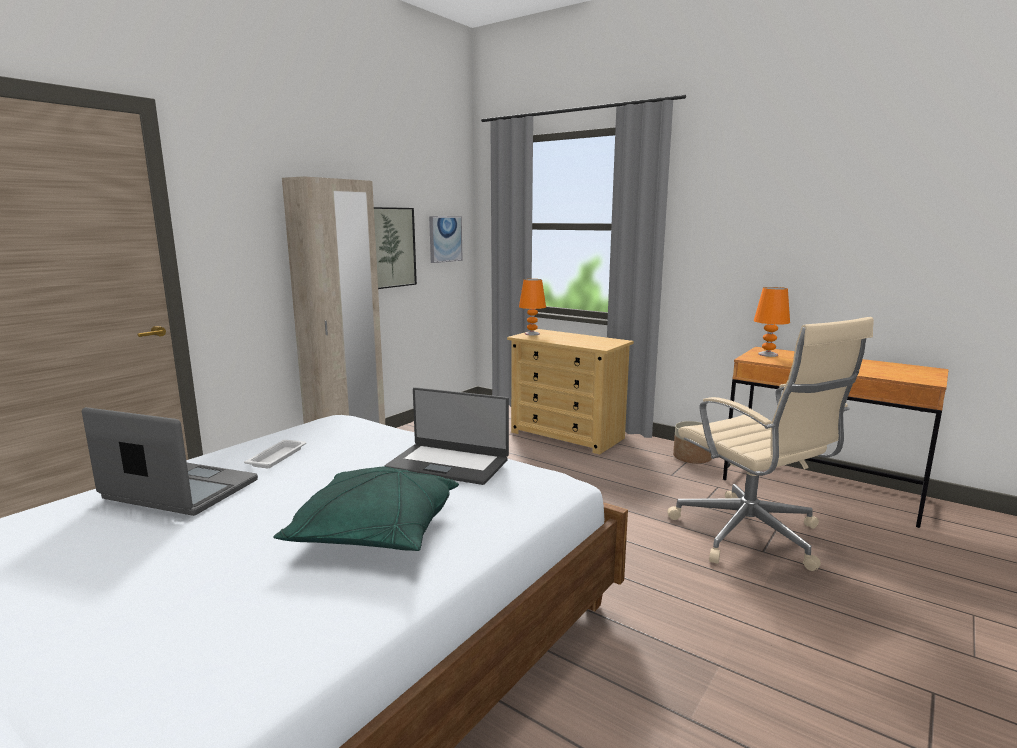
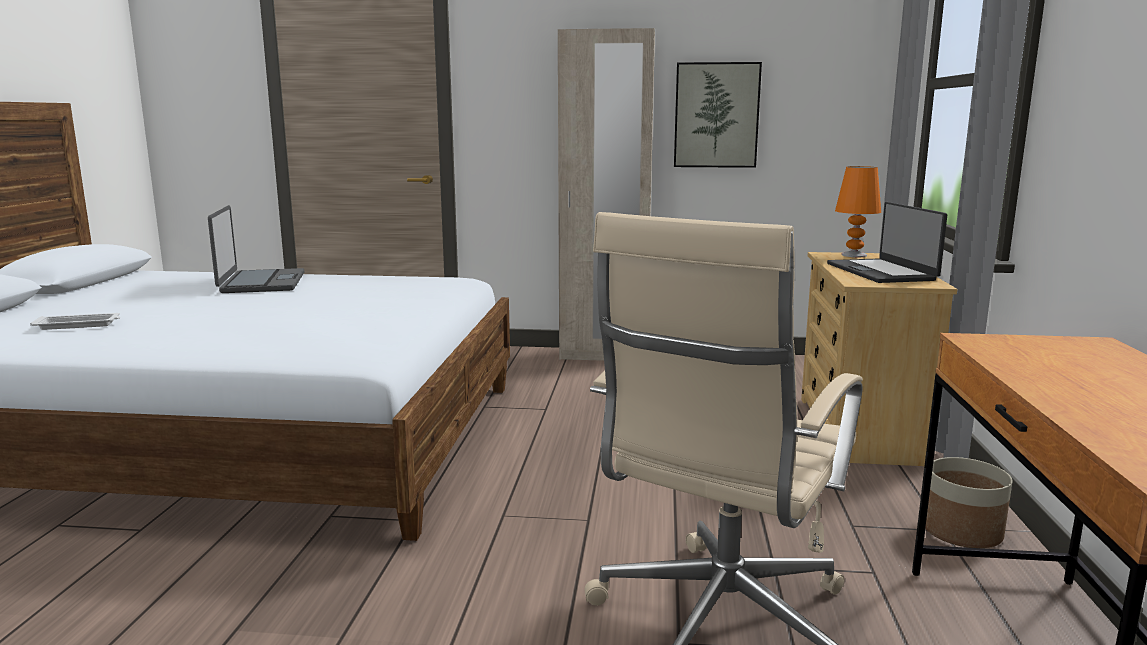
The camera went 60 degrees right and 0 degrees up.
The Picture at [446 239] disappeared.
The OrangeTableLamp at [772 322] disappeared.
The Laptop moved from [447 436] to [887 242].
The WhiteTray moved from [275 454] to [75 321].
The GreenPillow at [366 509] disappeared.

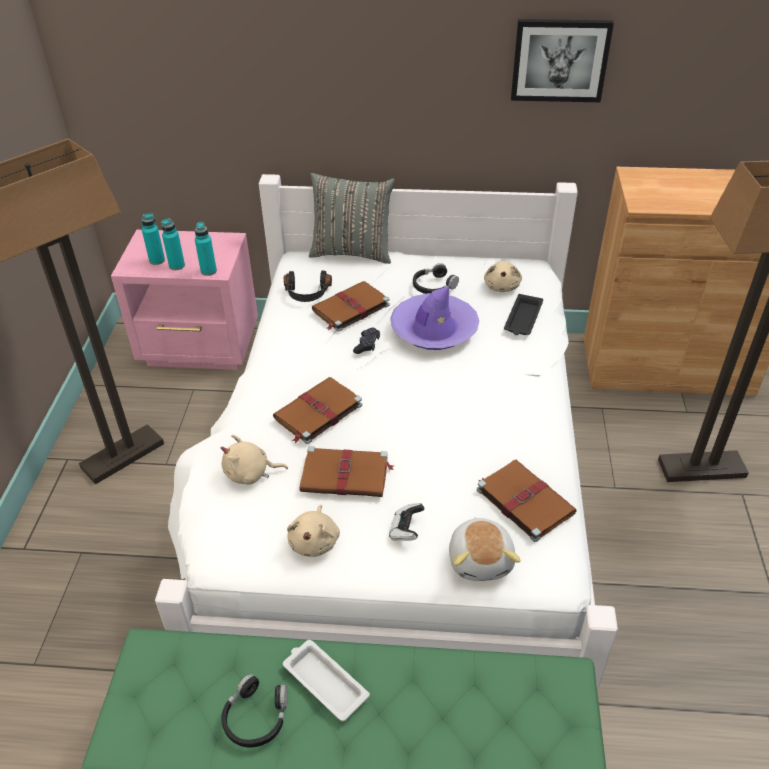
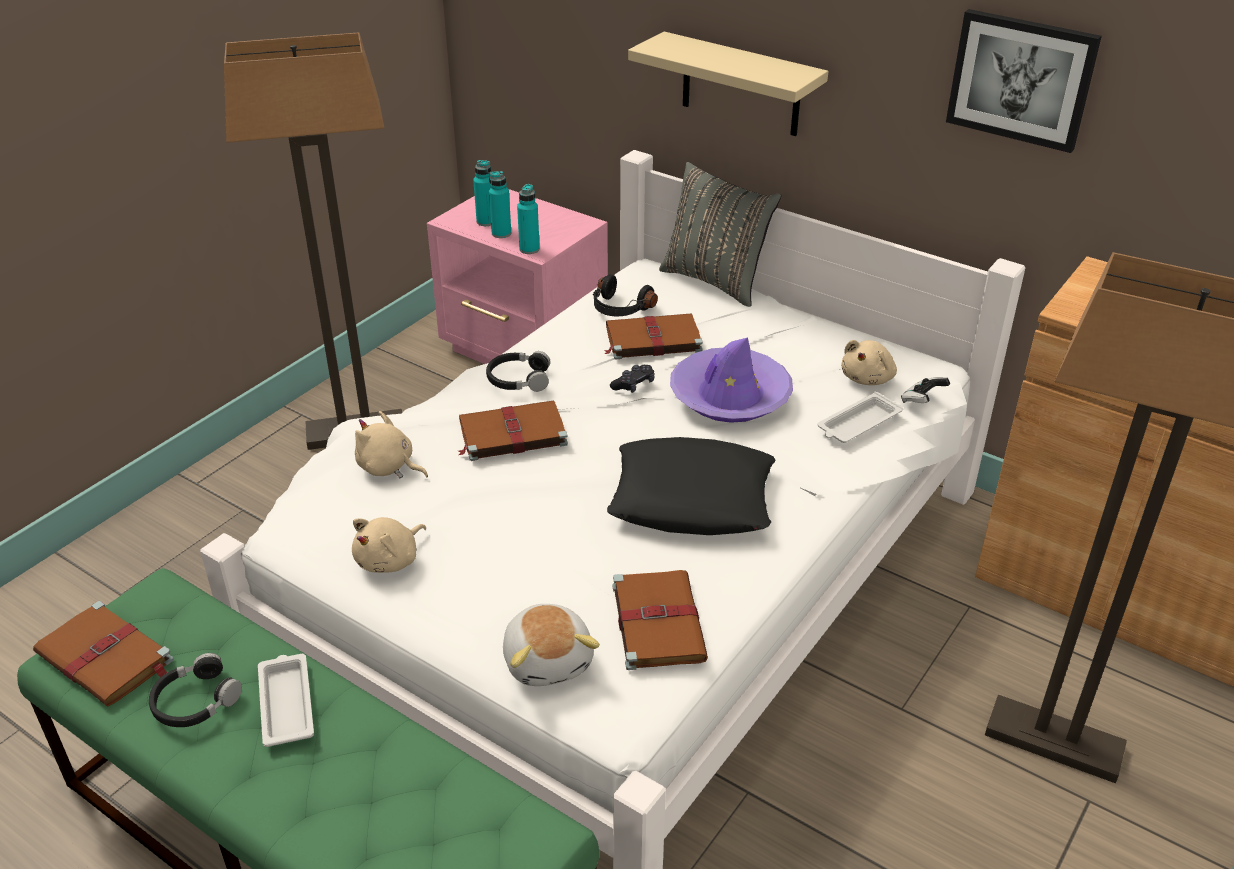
The camera went 30 degrees right and 5 degrees down.
The BlackHeadphones moved from [436 278] to [518 371].
The BlackTray at [523 314] became the WhiteTray at [860 417].
The BrownBook moved from [347 471] to [103 654].
The GameController moved from [406 522] to [925 390].
The PlushToy at [485 549] turned 45 degrees counterclockwise.
The BeigeShelf at [728 84] appeared.
The BlackPillow at [691 486] appeared.

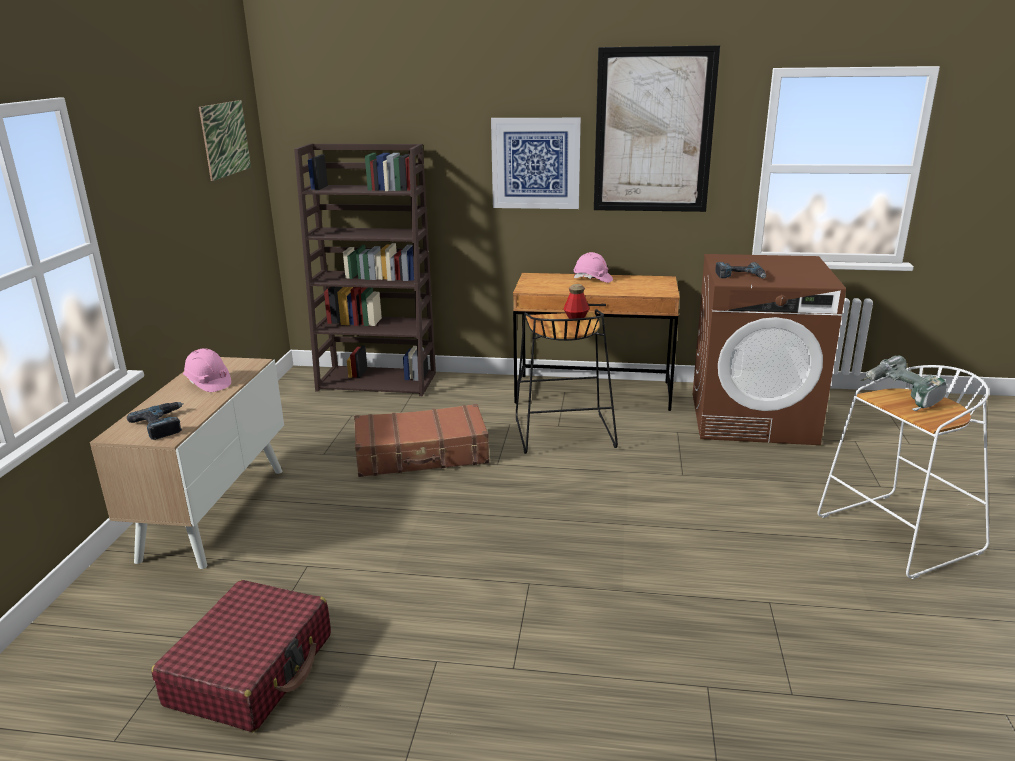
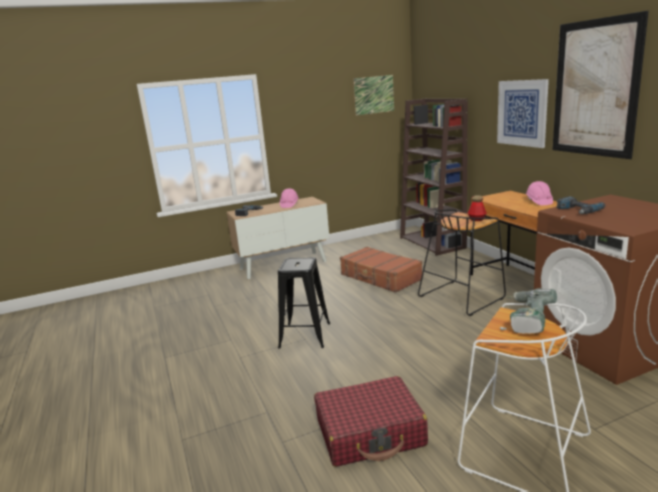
The camera went 60 degrees right and 5 degrees down.
The RedSuitcase moved from [241 656] to [371 421].
The BlackStool at [304 302] appeared.

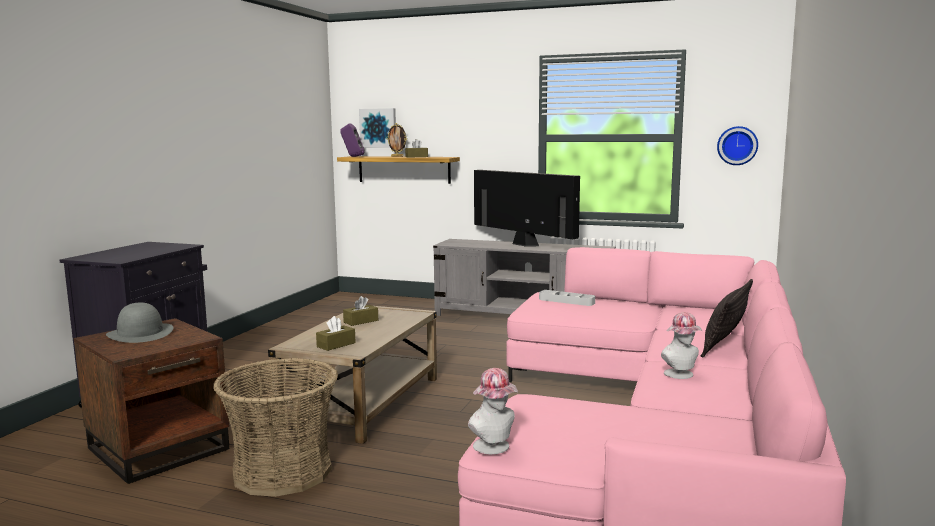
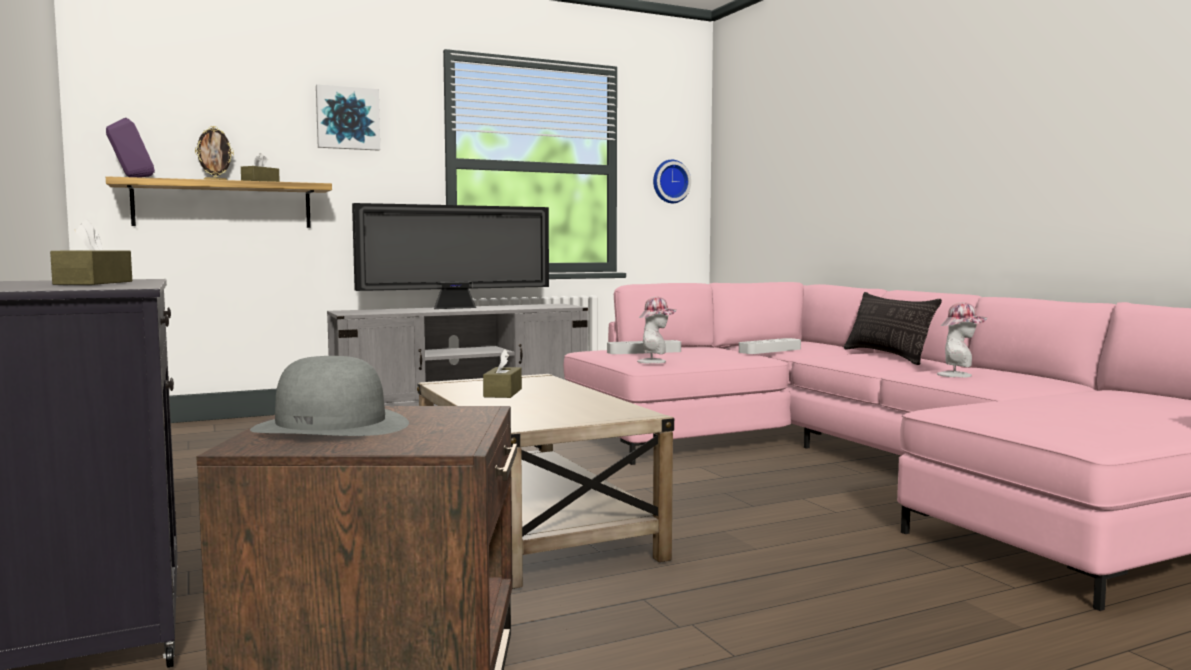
The camera went 45 degrees left and 5 degrees down.
The Picture moved from [377 127] to [348 117].
The Television at [527 208] turned 150 degrees clockwise.
The BrownTissueBox moved from [336 333] to [91 252].
The Basket at [275 427] disappeared.
The Hat moved from [493 411] to [657 330].
The GreyTray at [770 346] appeared.

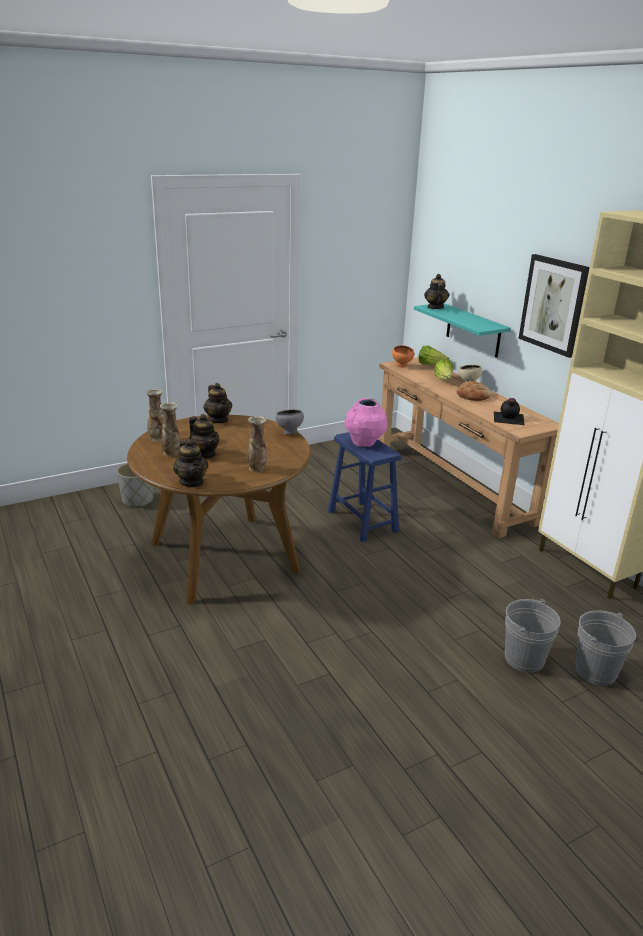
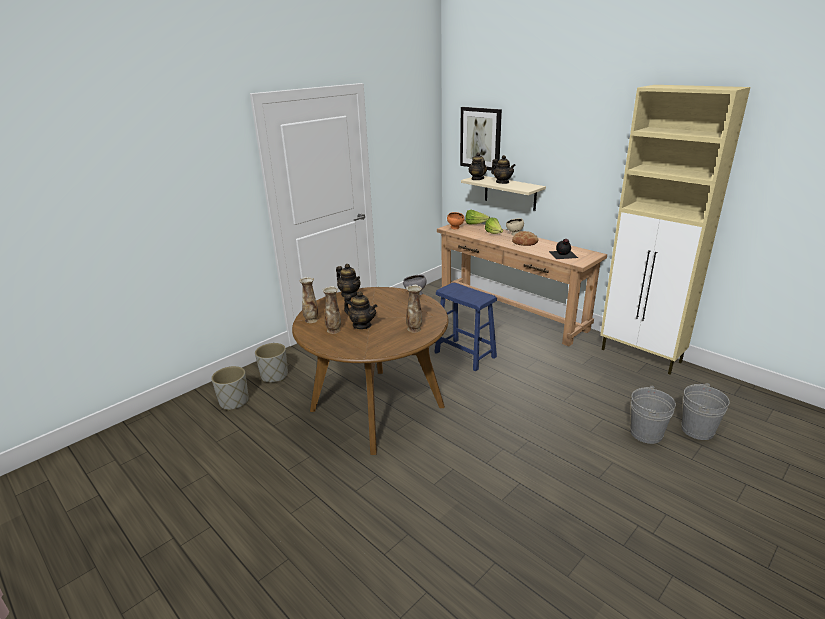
The camera went 15 degrees left and 0 degrees up.
The Picture moved from [554 306] to [481 139].
The TurquoiseShelf at [462 330] became the BeigeShelf at [503 193].
The PinkVase at [365 422] disappeared.
The Teapot moved from [190 463] to [503 169].
The GreyPlanter at [230 388] appeared.

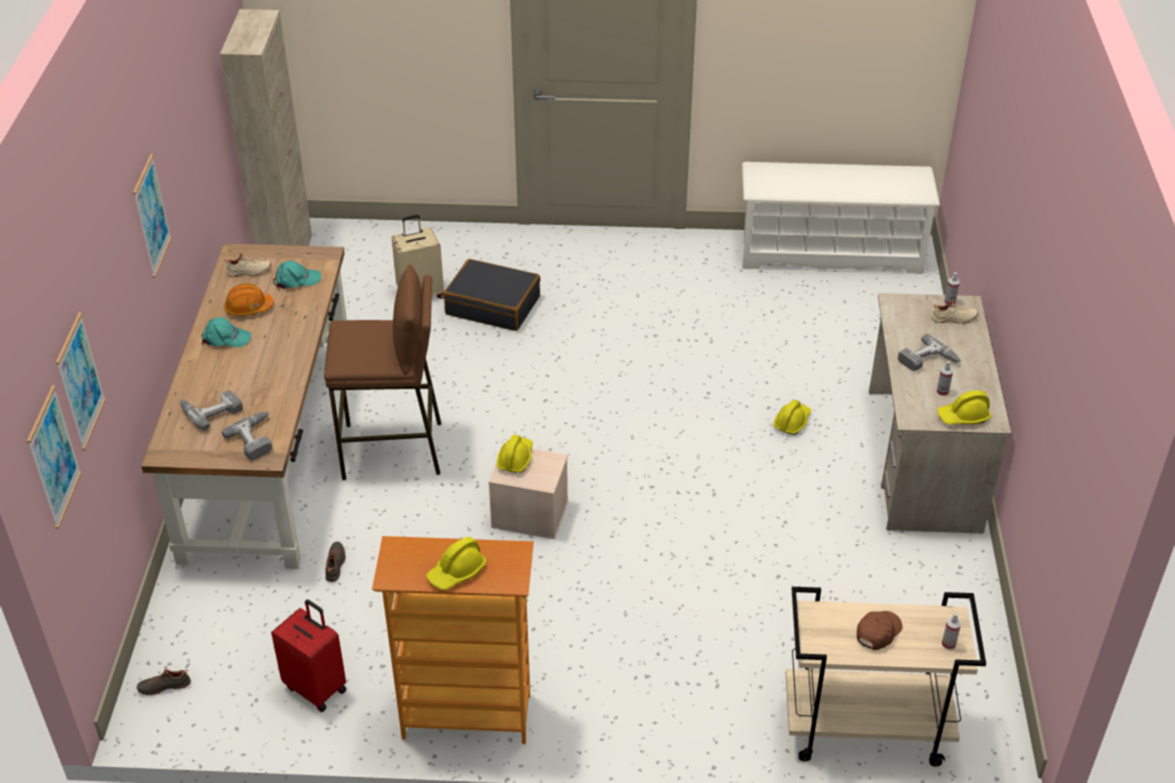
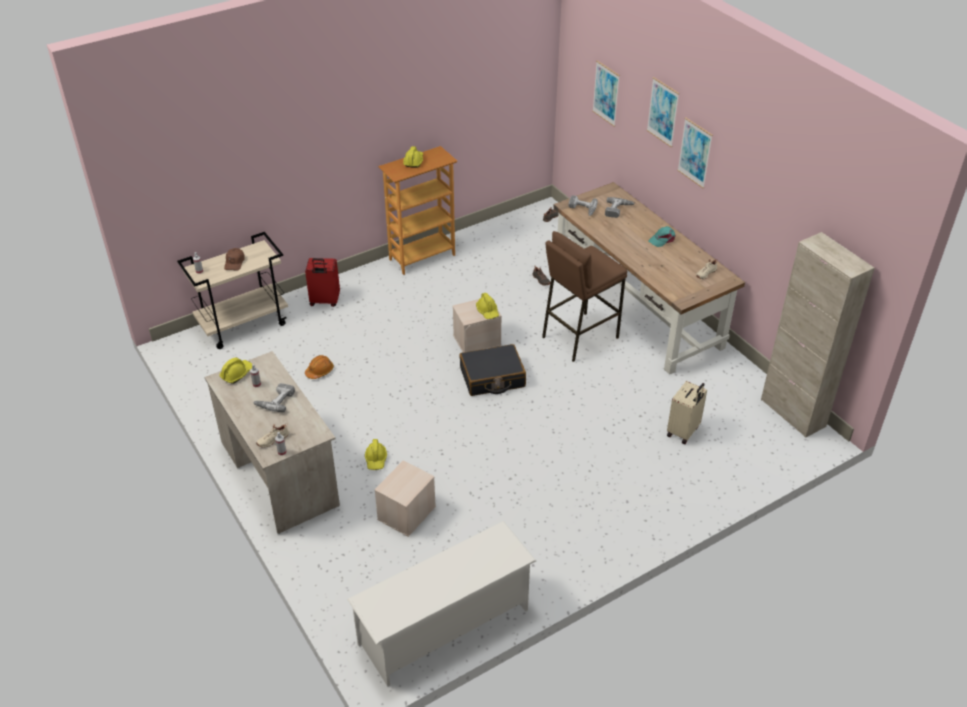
The camera went 145 degrees right and 0 degrees up.
The BlackSuitcase moved from [492 295] to [492 370].
The TurquoiseCap at [297 275] disappeared.
The OrangeHardHat moved from [249 299] to [319 367].
The Picture moved from [54 457] to [663 112].
The RedSuitcase moved from [309 655] to [322 282].
The BeigeStorageBox at [405 498] appeared.

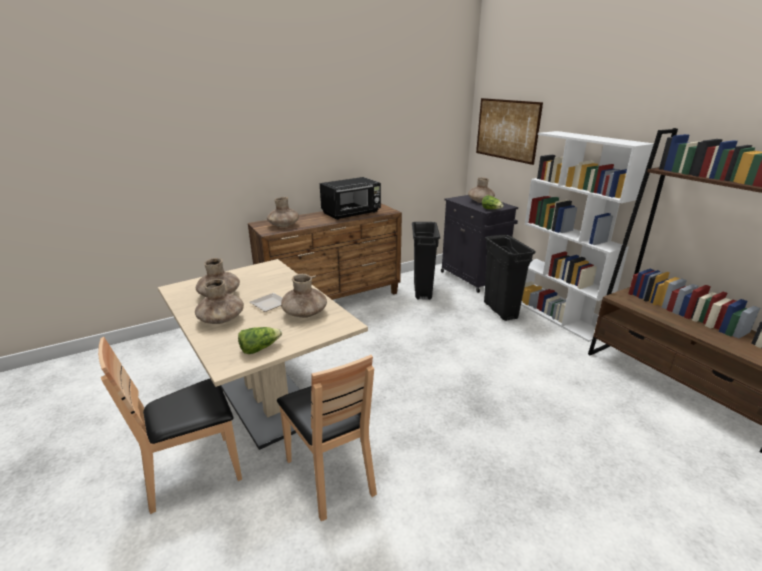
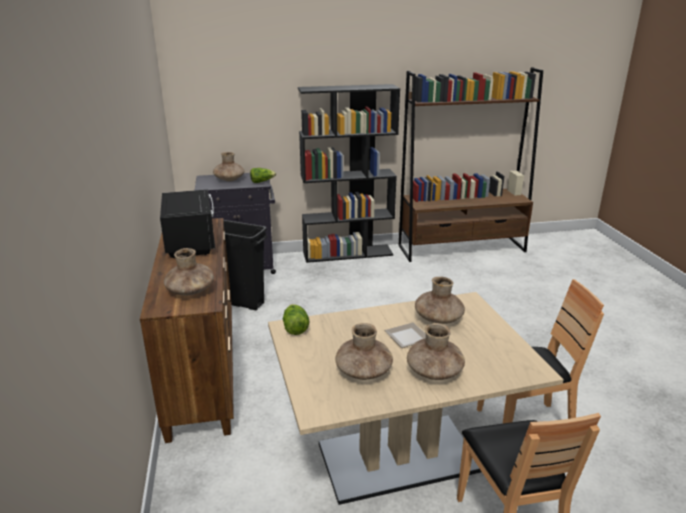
The camera went 70 degrees left and 0 degrees up.
The Picture at [509 131] disappeared.
The WhiteBookcase at [587 236] became the BlackBookcase at [349 173].
The BlackTrashCan at [510 278] disappeared.
The Lettuce moved from [260 340] to [296 319].

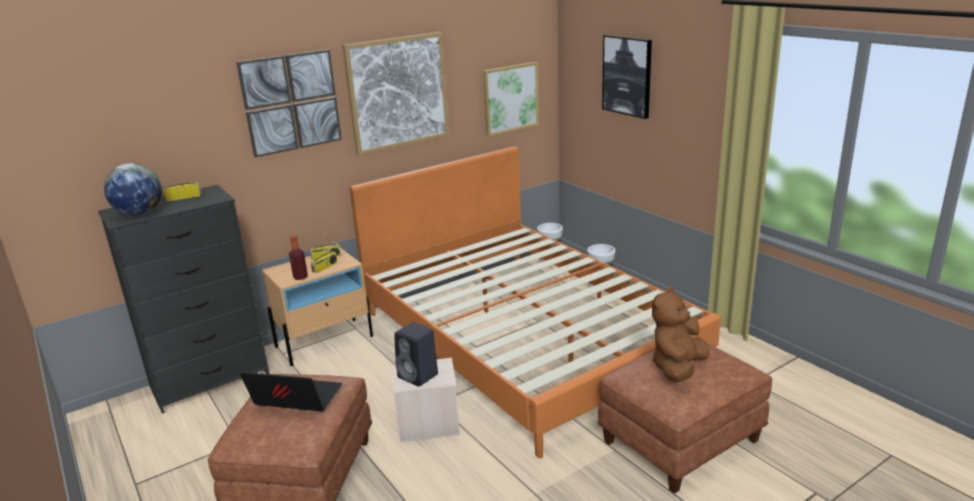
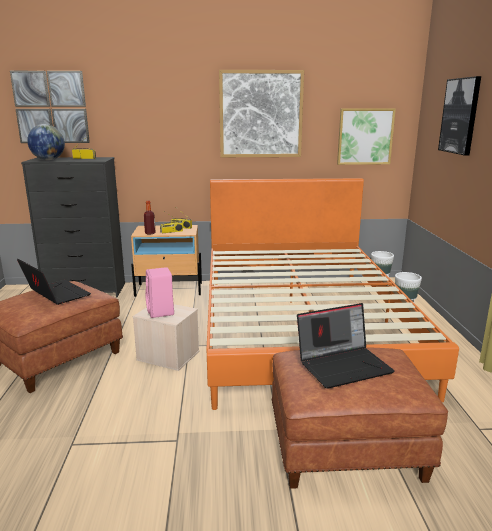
The camera went 30 degrees right and 5 degrees down.
The Picture moved from [289 103] to [50 107].
The BrownPlushToy at [680 334] was replaced by the Laptop at [346 346].
The BlackSpeaker at [416 354] became the PinkSpeaker at [159 292].

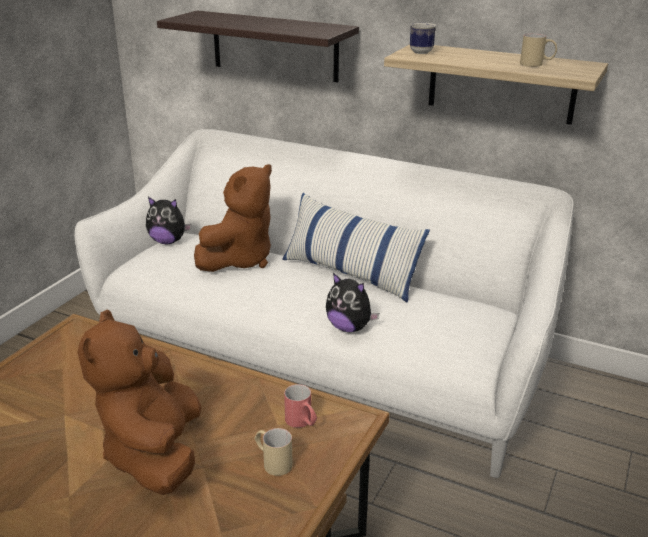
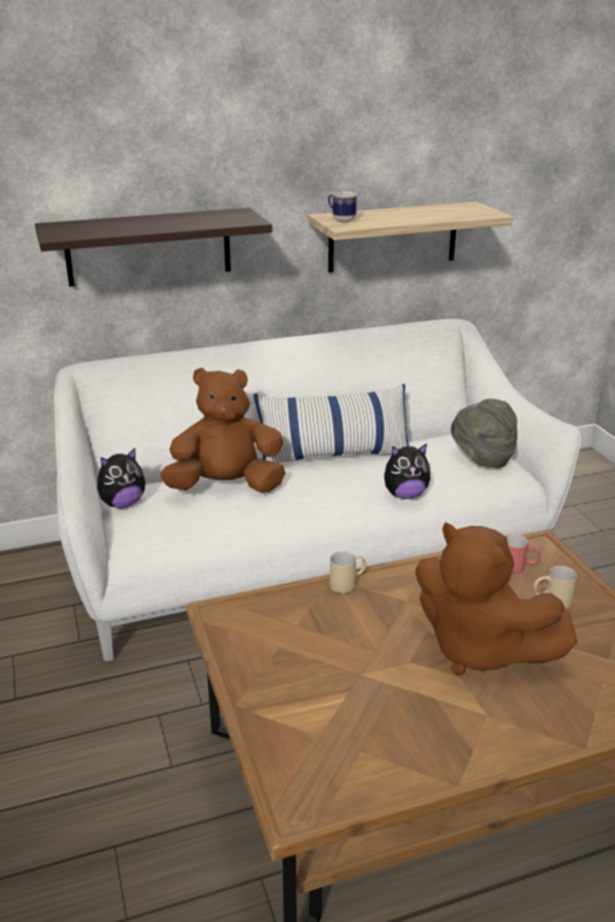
The camera went 45 degrees left and 0 degrees up.
The BeigeMug moved from [538 50] to [348 572].
The BrownPlushToy at [233 218] turned 90 degrees counterclockwise.
The GreyHat at [484 433] appeared.

